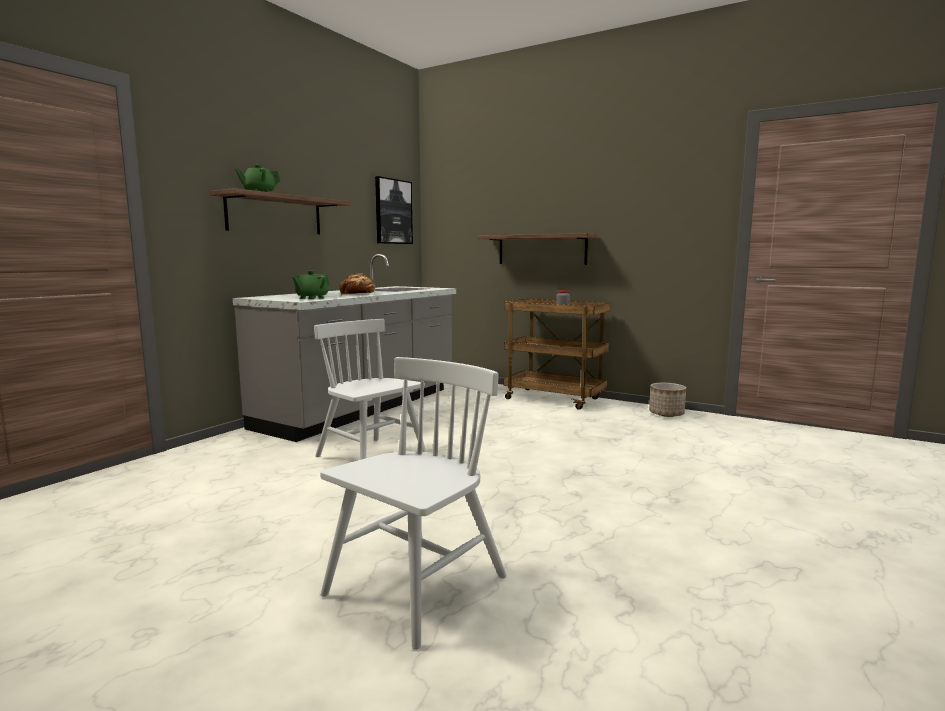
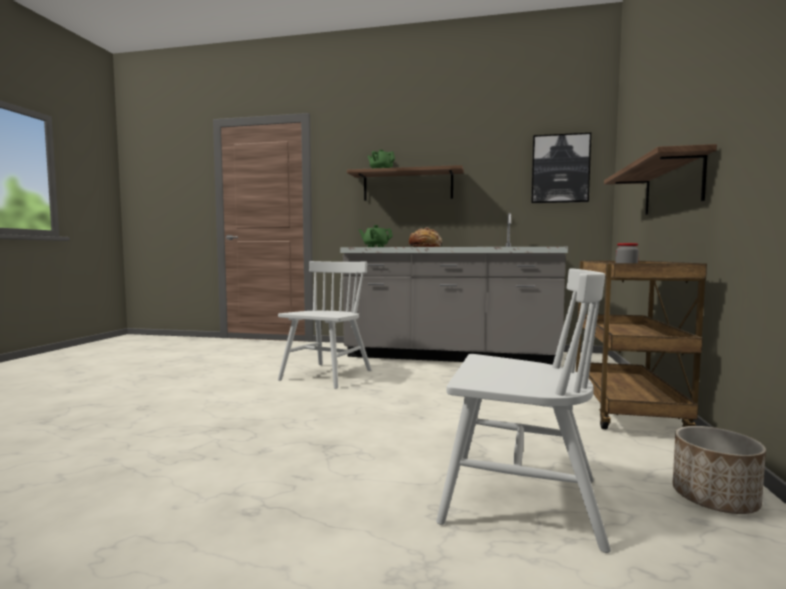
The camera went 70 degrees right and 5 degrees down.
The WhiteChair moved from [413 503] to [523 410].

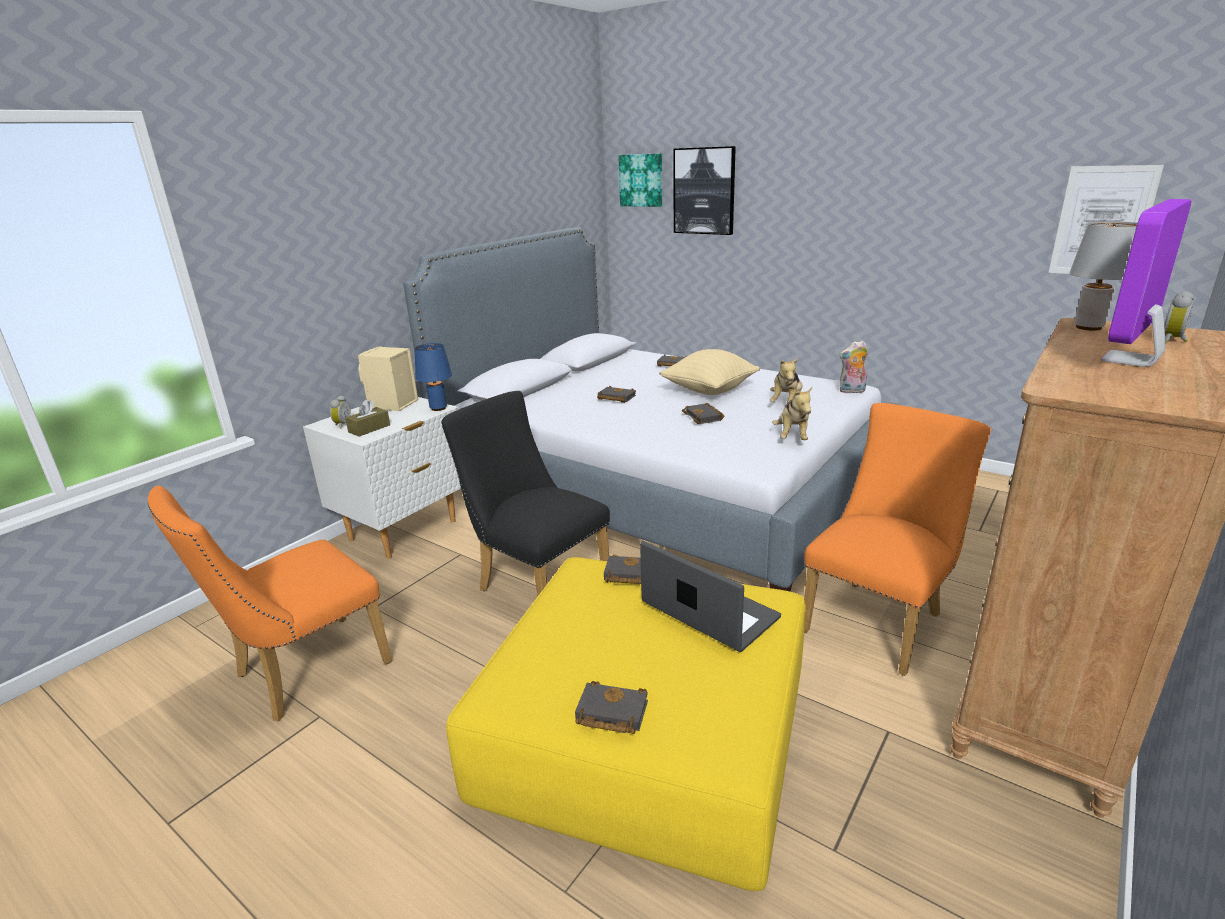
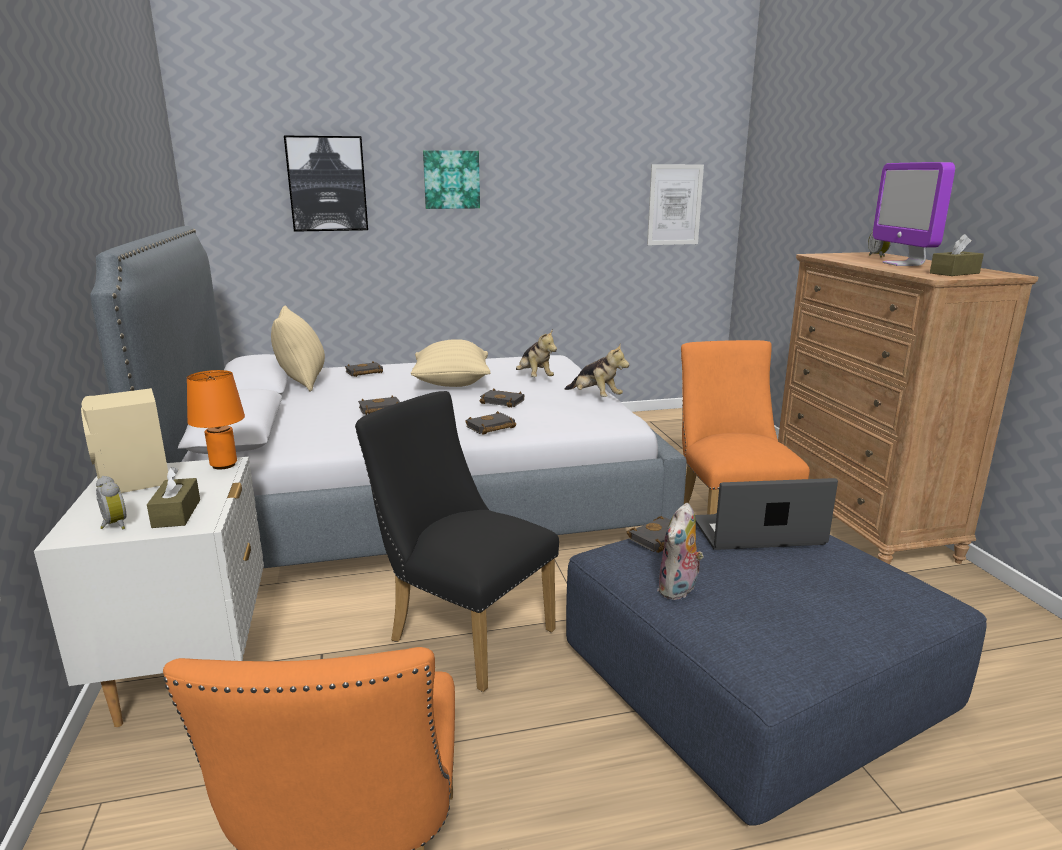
The camera went 50 degrees left and 5 degrees down.
The Picture moved from [640 180] to [451 179].
The GreyTableLamp at [1103 276] disappeared.
The PlushToy moved from [853 367] to [680 551].
The BlueTableLamp at [433 377] became the OrangeTableLamp at [216 420].
The BlackChair at [525 493] turned 45 degrees clockwise.
The YellowOttoman at [626 724] became the BlueOttoman at [776 669].
The BlackBook moved from [611 707] to [490 423].
The BrownTissueBox at [957 255] appeared.
The BeigePillow at [298 349] appeared.

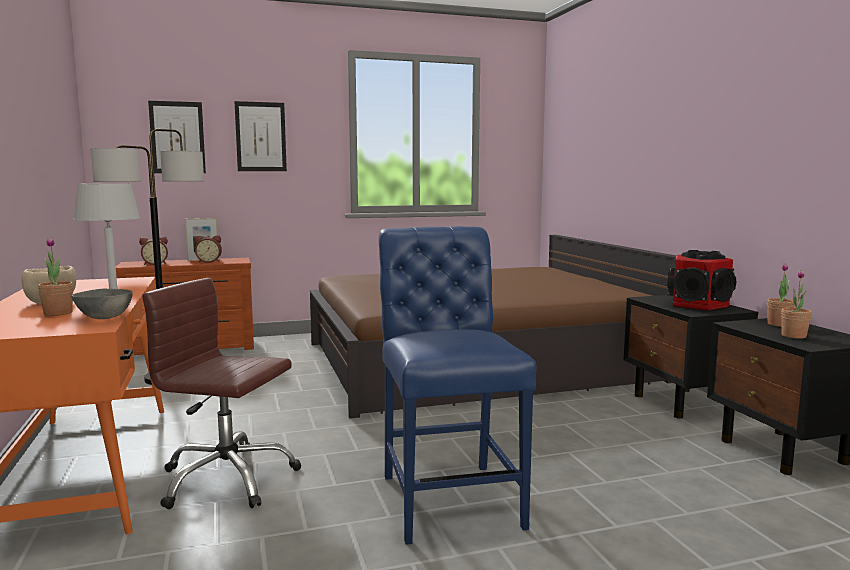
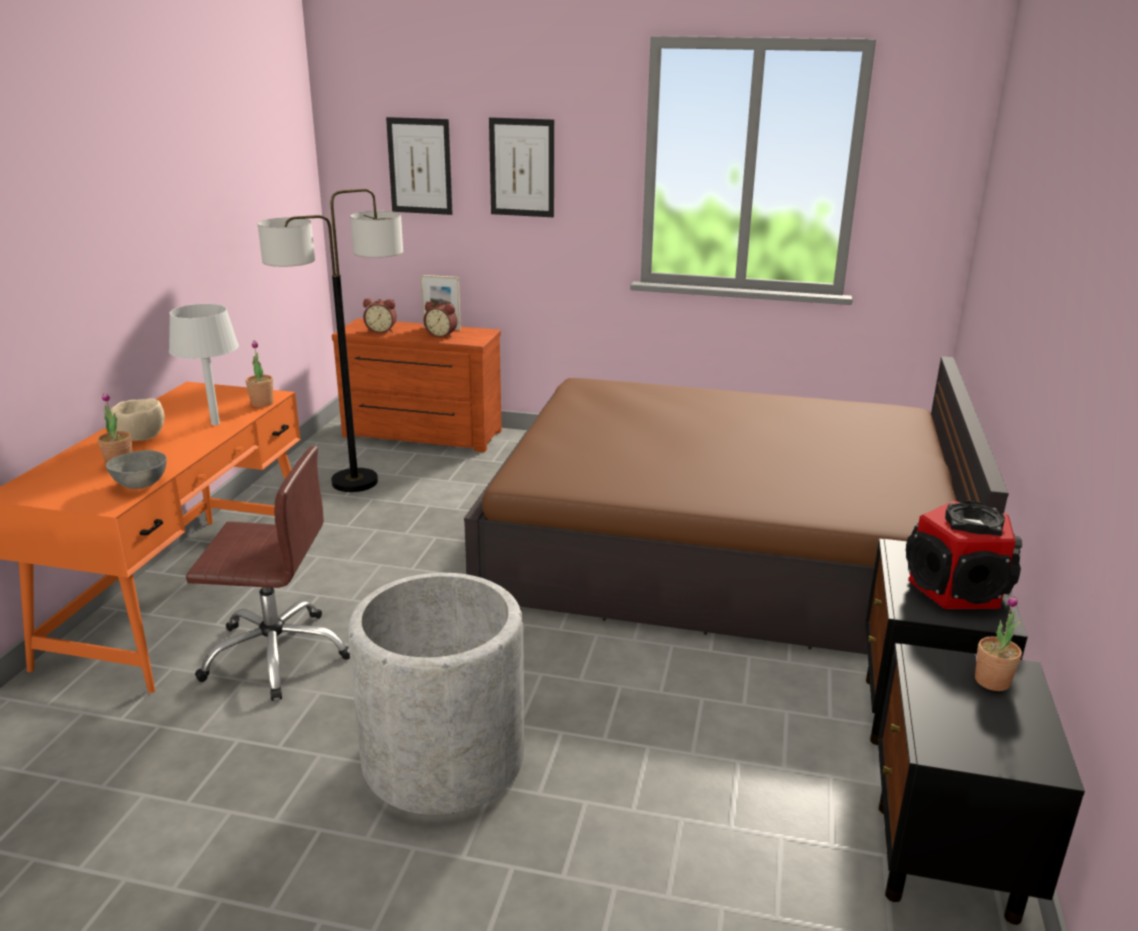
The camera went 30 degrees right and 15 degrees up.
The BlueChair at [457 385] was replaced by the GreyPlanter at [436 694].
The PottedPlant moved from [796 304] to [260 373].
The BrownOfficeChair at [221 393] turned 135 degrees clockwise.

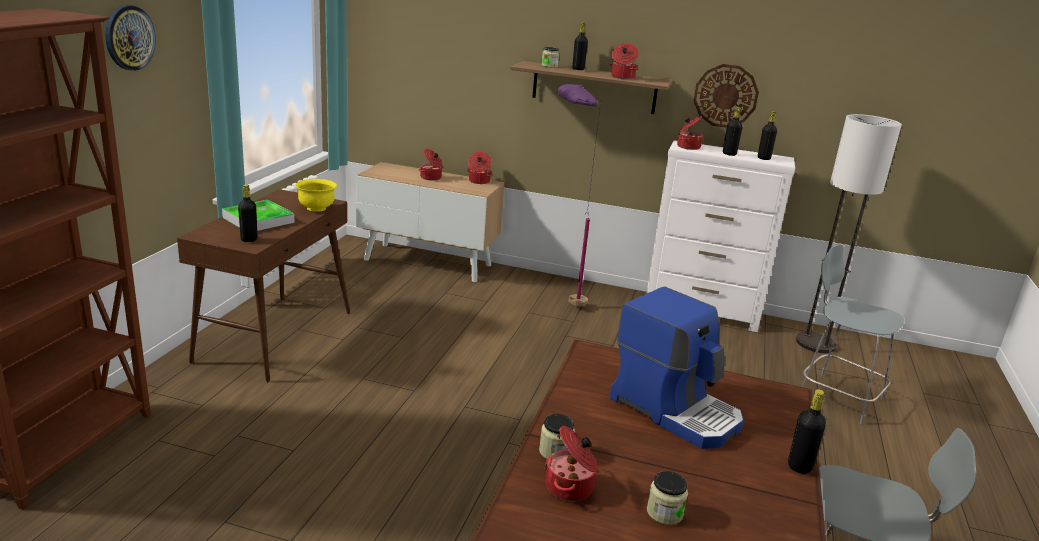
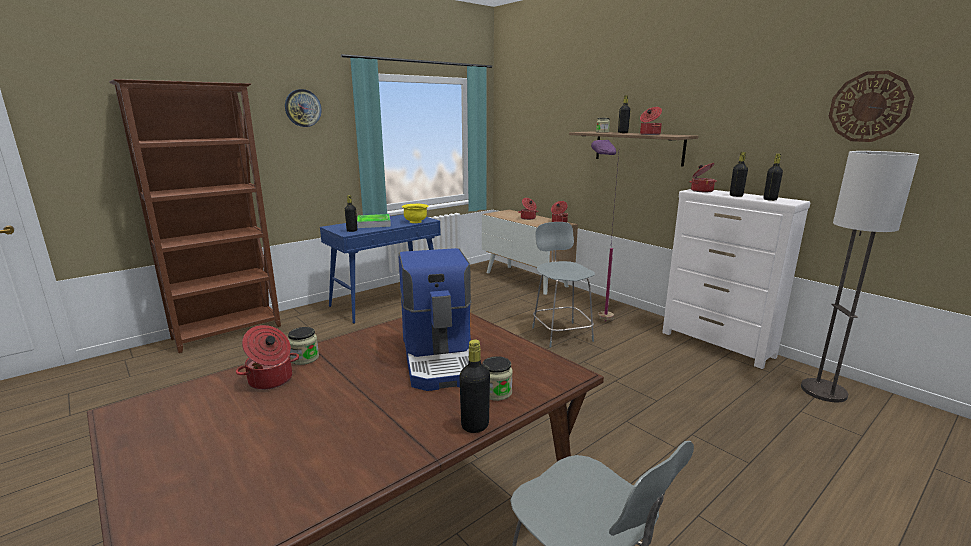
The camera went 35 degrees right and 5 degrees down.
The WallClock moved from [726 96] to [871 106].
The BrownConsoleTable at [263 285] became the BlueConsoleTable at [380 269].
The GreyChair moved from [853 334] to [563 285].
The Jar moved from [667 498] to [498 378].

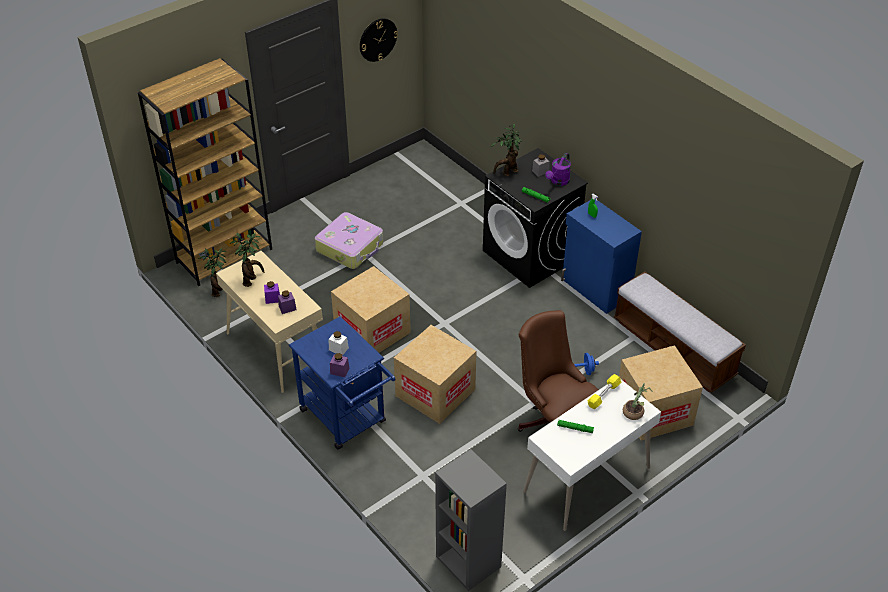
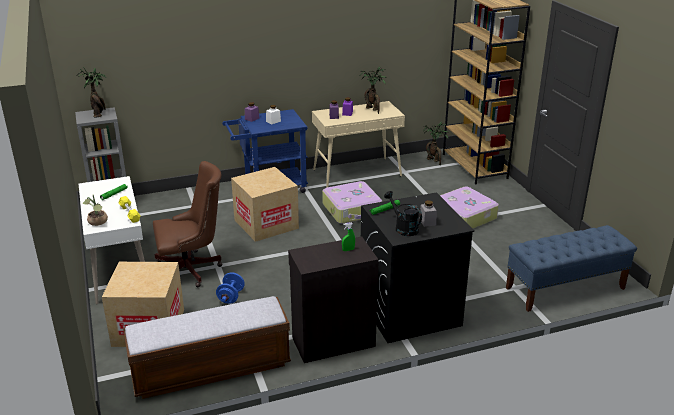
The camera went 110 degrees right and 15 degrees down.
The WallClock at [379 40] disappeared.
The PottedPlant moved from [506 149] to [91 92].
The PurpleWateringCan at [558 169] became the BlackWateringCan at [403 213].
The BlueCabinet at [601 256] became the BlackCabinet at [333 299].
The CardboardBox at [371 309] was replaced by the Suitcase at [352 202].
The BlueBench at [571 268] appeared.

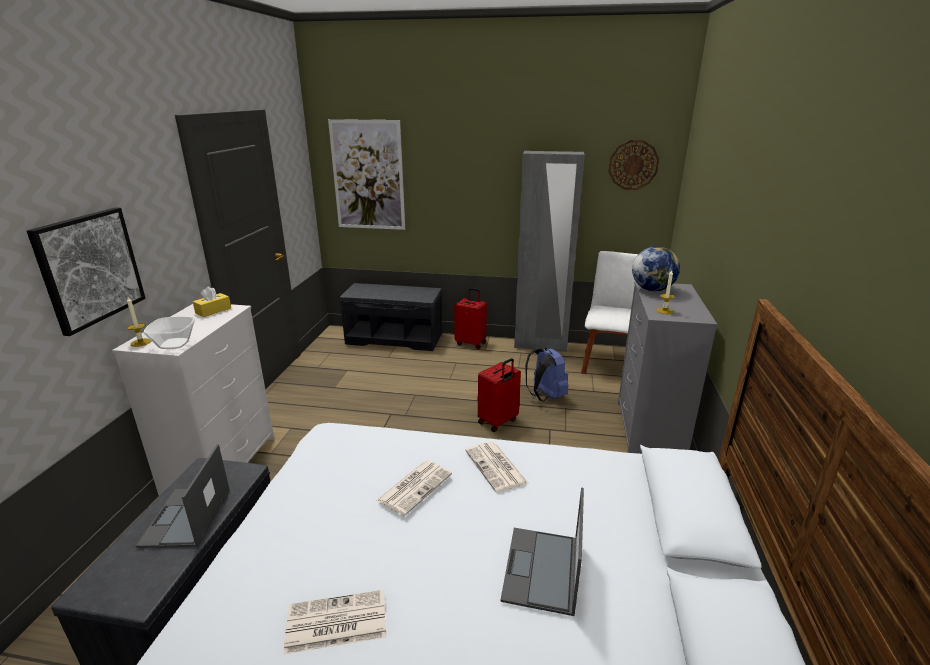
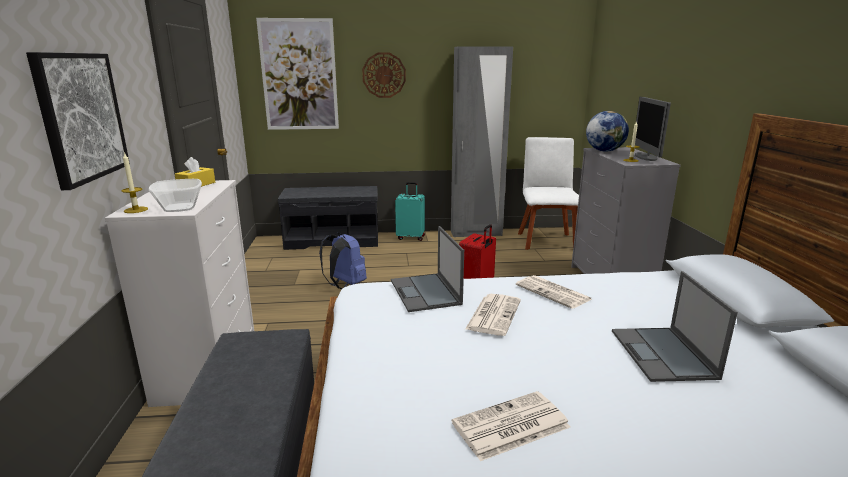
The camera went 15 degrees left and 5 degrees down.
The WallClock moved from [633 165] to [384 75].
The RedSuitcase at [470 318] became the TurquoiseSuitcase at [410 211].
The BlueBackpack moved from [546 375] to [343 261].
The Laptop moved from [183 496] to [427 269].
The Monitor at [653 129] appeared.

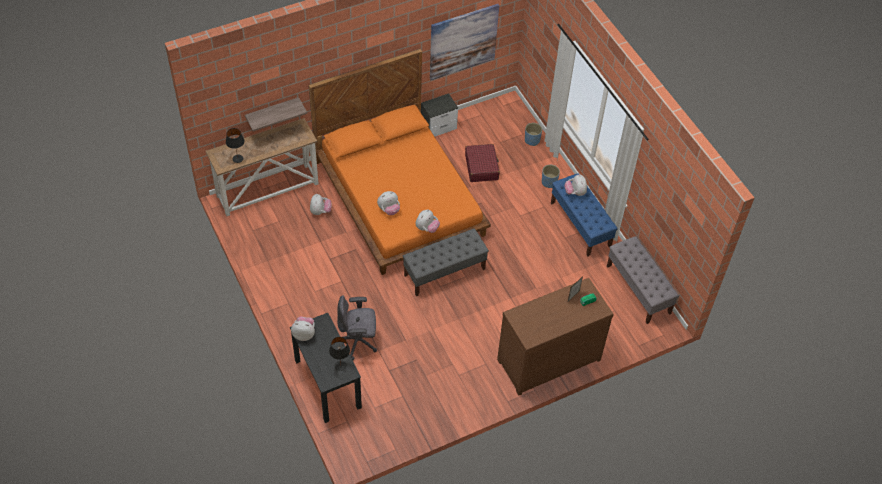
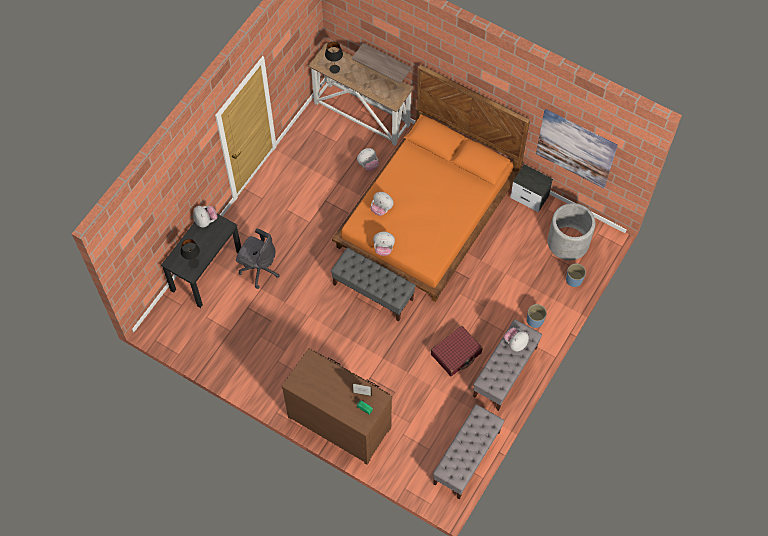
The camera went 60 degrees right and 10 degrees up.
The RedSuitcase moved from [482 163] to [456 351].
The BlueBench at [584 215] became the GreyBench at [507 365].
The GreyOfficeChair at [357 328] turned 150 degrees clockwise.
The GreyPlanter at [571 231] appeared.

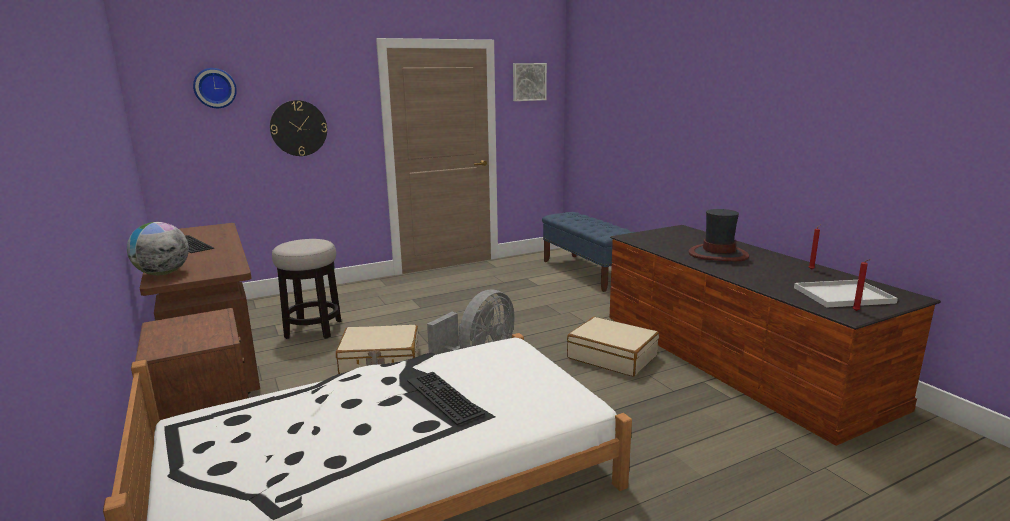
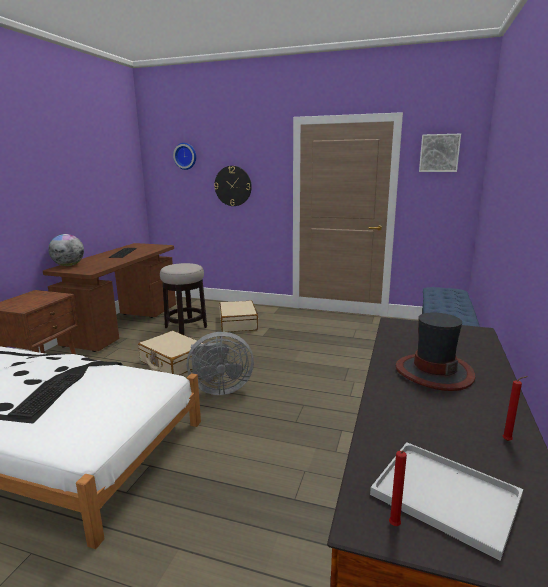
The camera went 45 degrees right and 0 degrees up.
The BeigeSuitcase moved from [613 347] to [238 316].

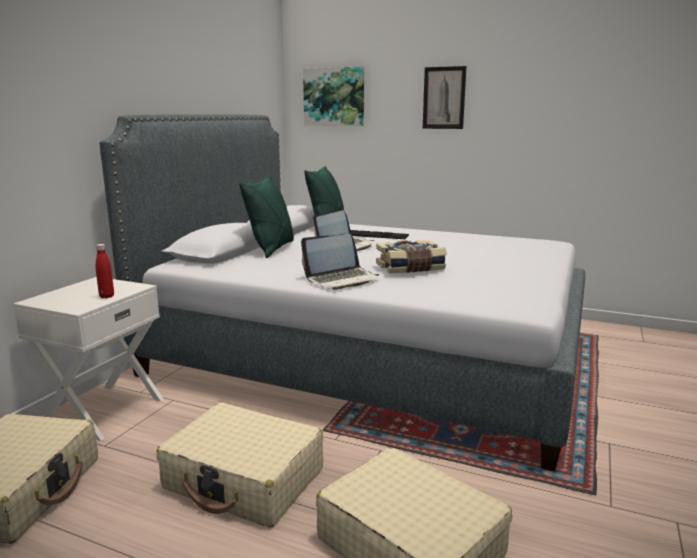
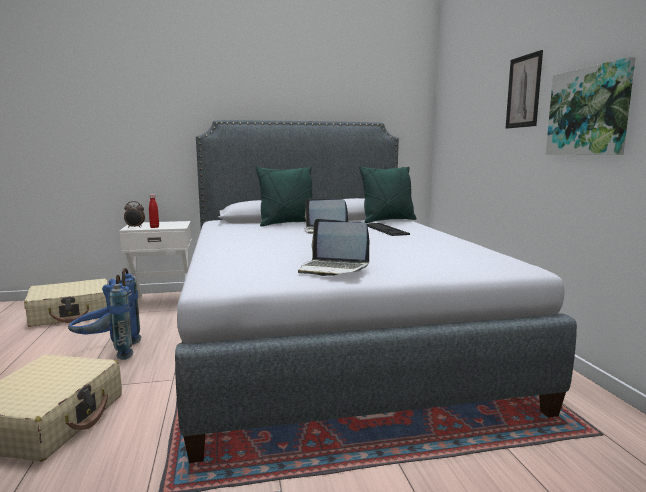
The camera went 55 degrees right and 5 degrees down.
The Picture moved from [333 96] to [591 106].
The Laptop moved from [340 262] to [333 247].
The Book at [411 257] disappeared.
The BeigeSuitcase at [239 464] was replaced by the BlueBackpack at [104 314].
The AlarmClock at [134 214] appeared.

